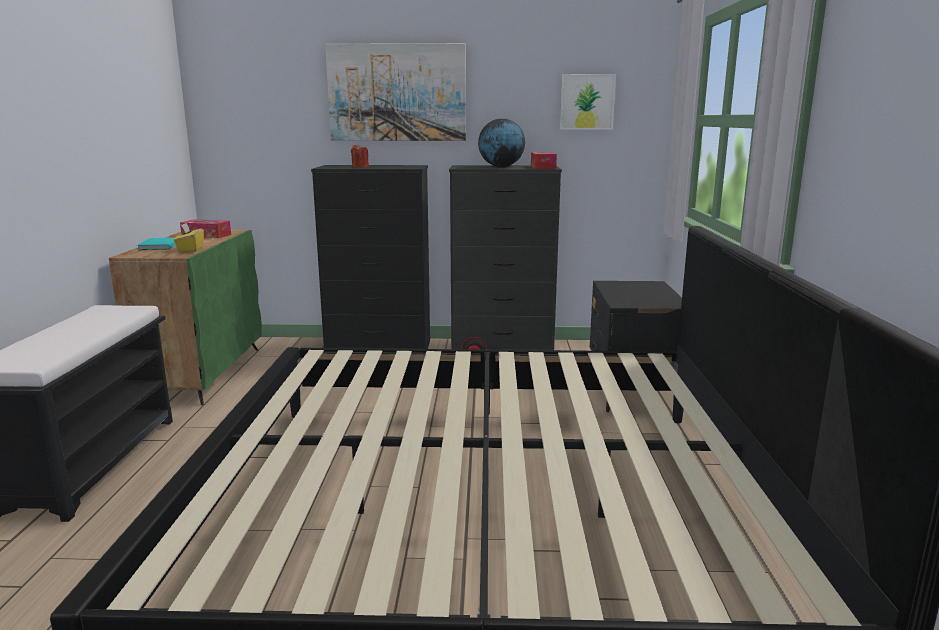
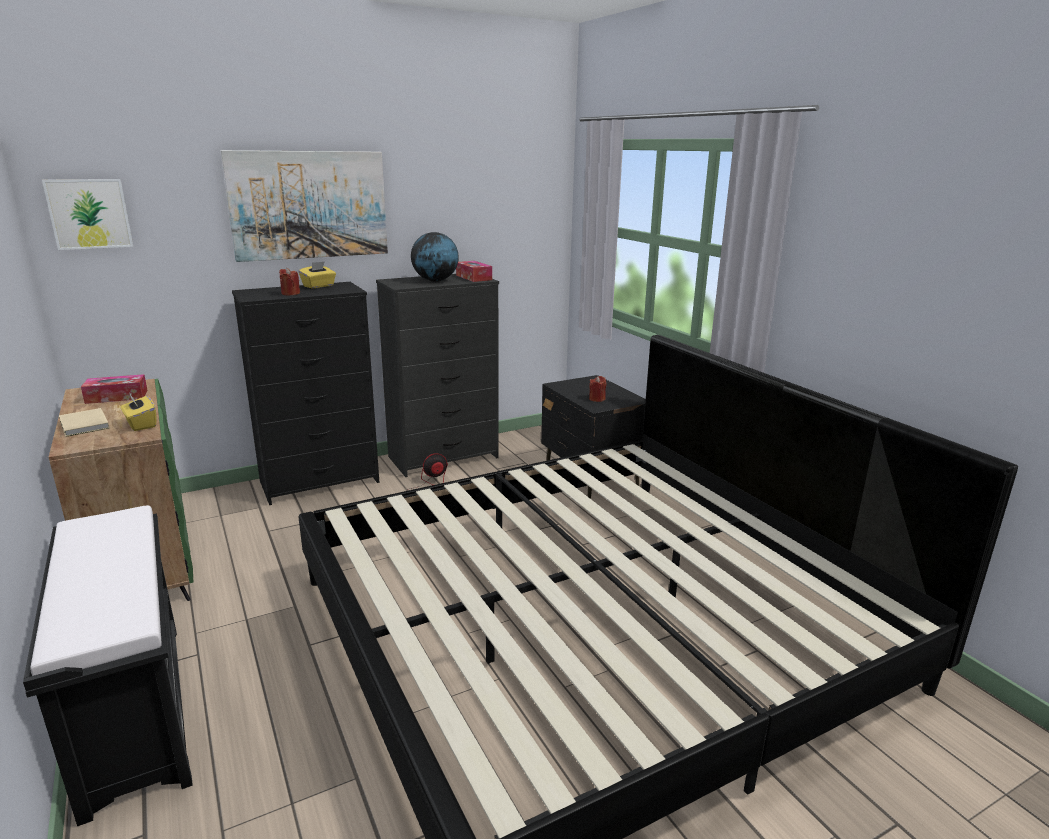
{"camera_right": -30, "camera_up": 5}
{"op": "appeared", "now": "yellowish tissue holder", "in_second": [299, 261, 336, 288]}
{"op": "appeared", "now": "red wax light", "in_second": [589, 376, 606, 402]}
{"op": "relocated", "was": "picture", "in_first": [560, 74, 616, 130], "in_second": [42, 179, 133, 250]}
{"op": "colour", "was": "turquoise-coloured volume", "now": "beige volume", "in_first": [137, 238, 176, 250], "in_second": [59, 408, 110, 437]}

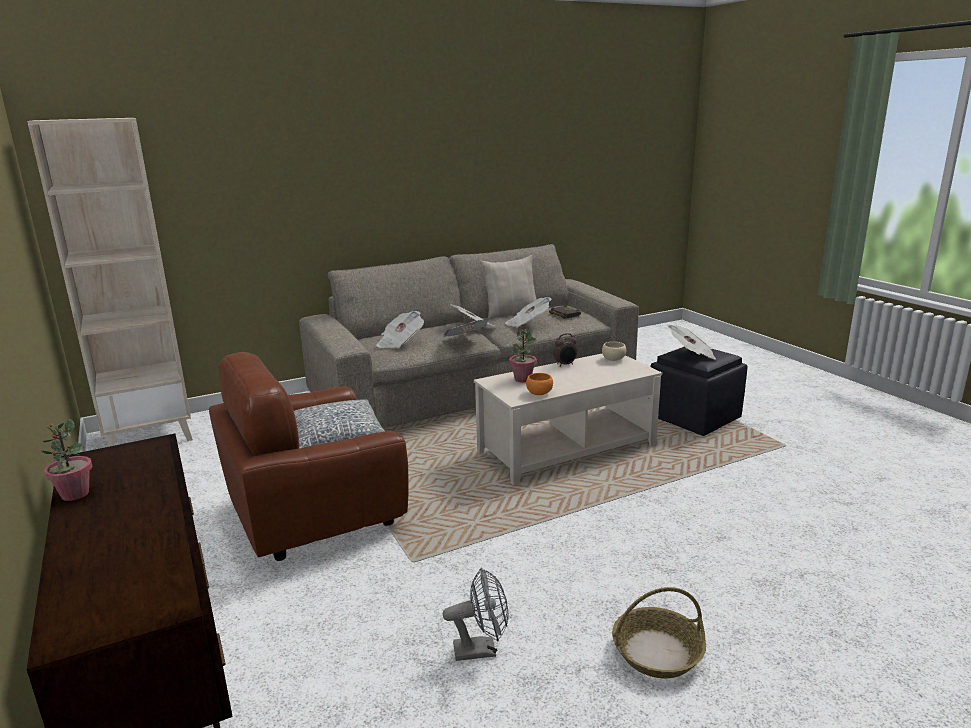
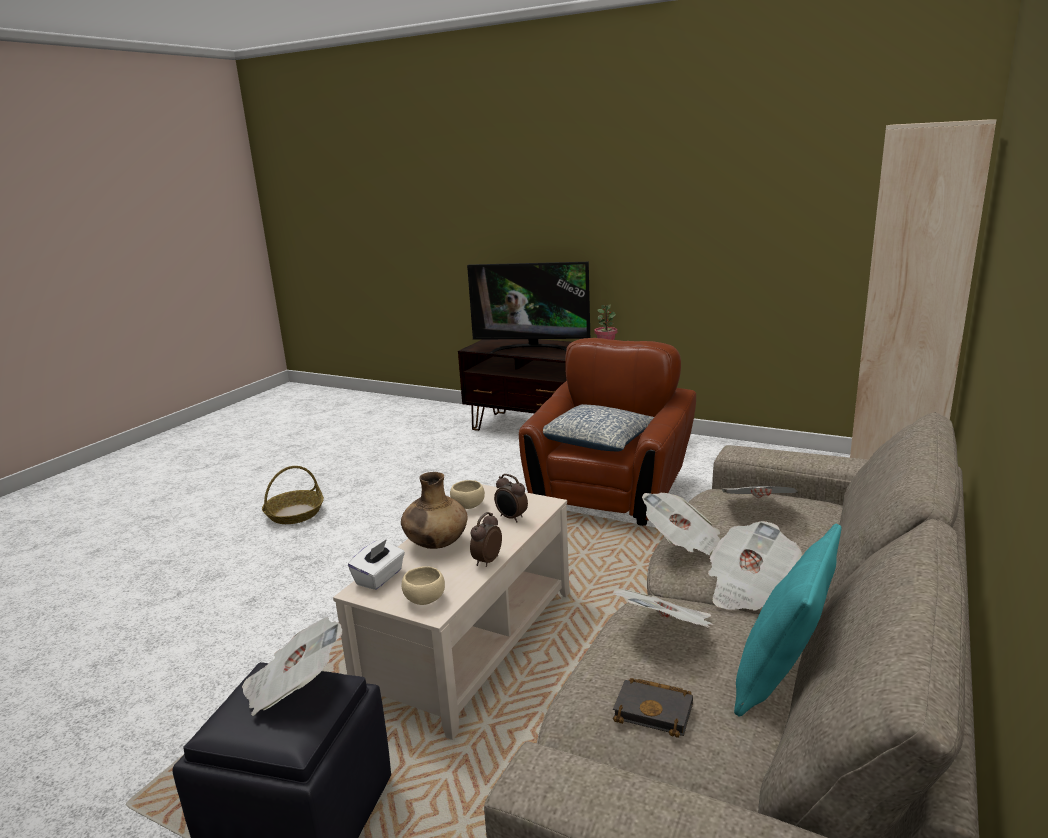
{"camera_right": 145, "camera_up": 0}
{"op": "missing", "was": "grey cooling fan", "in_first": [443, 568, 509, 661]}
{"op": "appeared", "now": "white tissue holder", "in_second": [348, 539, 405, 590]}
{"op": "appeared", "now": "brownish decorative vase", "in_second": [401, 472, 468, 549]}
{"op": "appeared", "now": "TV", "in_second": [467, 262, 590, 353]}
{"op": "exchanged", "was": "houseplant", "now": "bedside clock", "in_first": [509, 329, 537, 382], "in_second": [494, 474, 528, 522]}
{"op": "colour", "was": "beige throw pillow", "now": "turquoise-coloured throw pillow", "in_first": [479, 255, 537, 319], "in_second": [734, 524, 841, 717]}
{"op": "colour", "was": "orange serving bowl", "now": "beige serving bowl", "in_first": [526, 373, 553, 395], "in_second": [450, 480, 485, 509]}

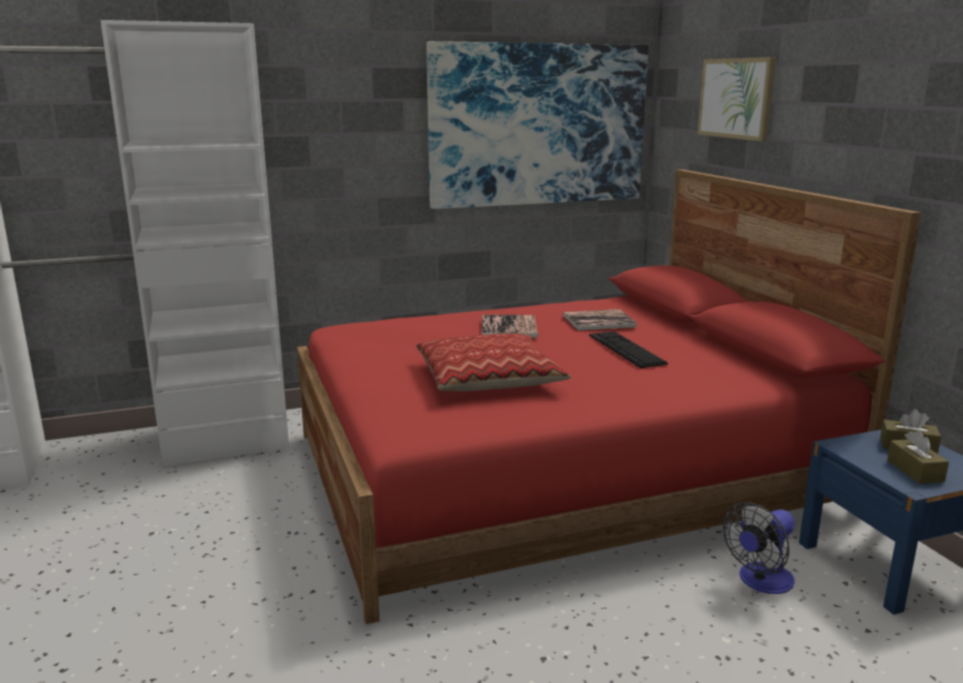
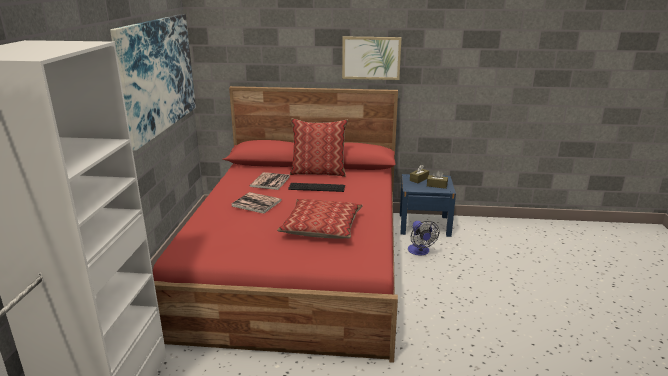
{"camera_right": -65, "camera_up": 5}
{"op": "appeared", "now": "throw pillow", "in_second": [290, 119, 348, 177]}
{"op": "relocated", "was": "picture", "in_first": [697, 57, 776, 141], "in_second": [342, 37, 402, 80]}

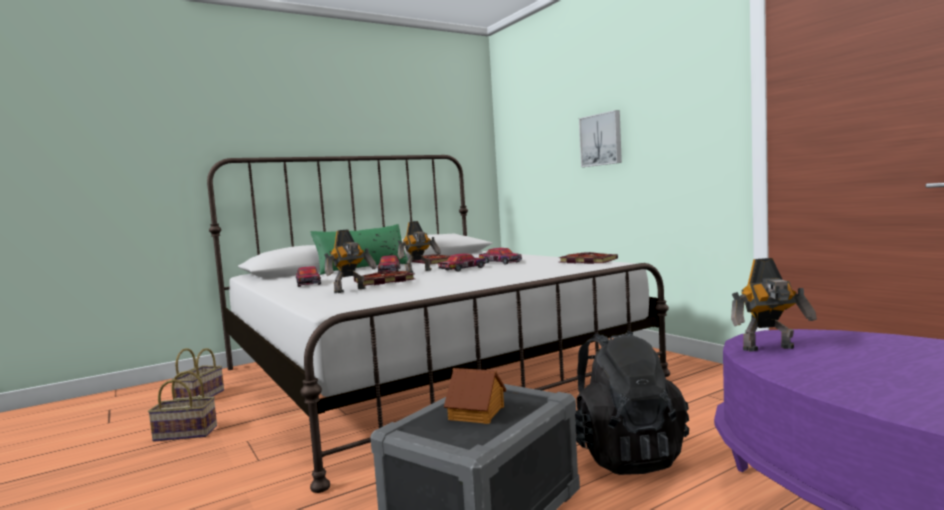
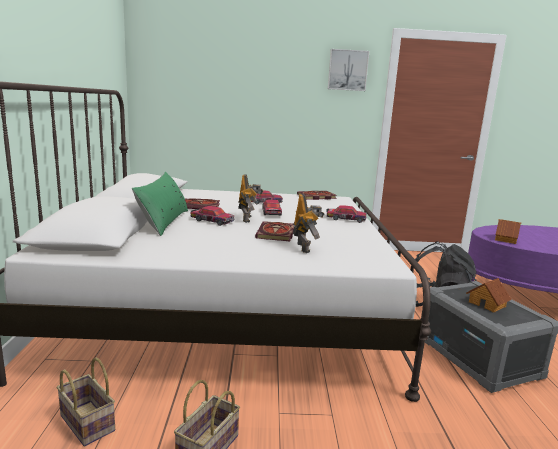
{"camera_right": -60, "camera_up": 10}
{"op": "relocated", "was": "miniature car", "in_first": [296, 266, 321, 287], "in_second": [326, 205, 366, 223]}
{"op": "relocated", "was": "picture", "in_first": [579, 110, 622, 167], "in_second": [328, 49, 369, 91]}
{"op": "exchanged", "was": "model robot", "now": "model house", "in_first": [731, 258, 817, 352], "in_second": [495, 219, 521, 244]}

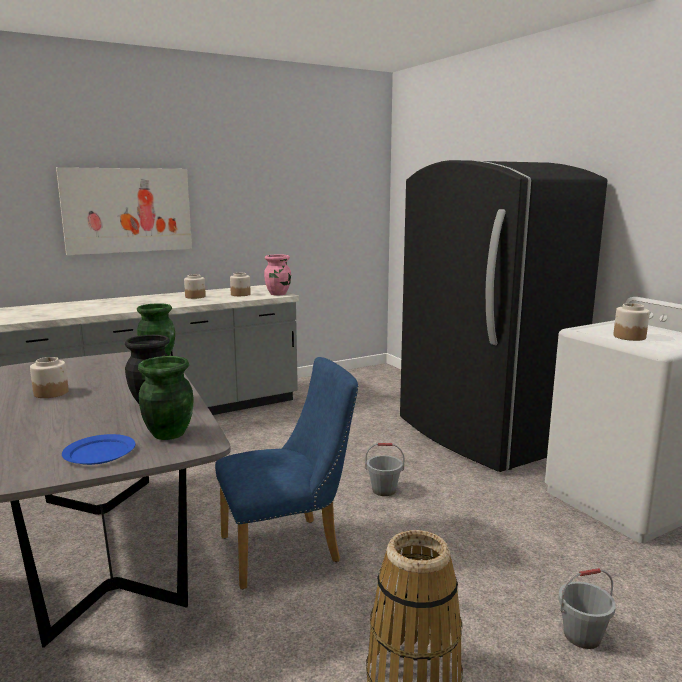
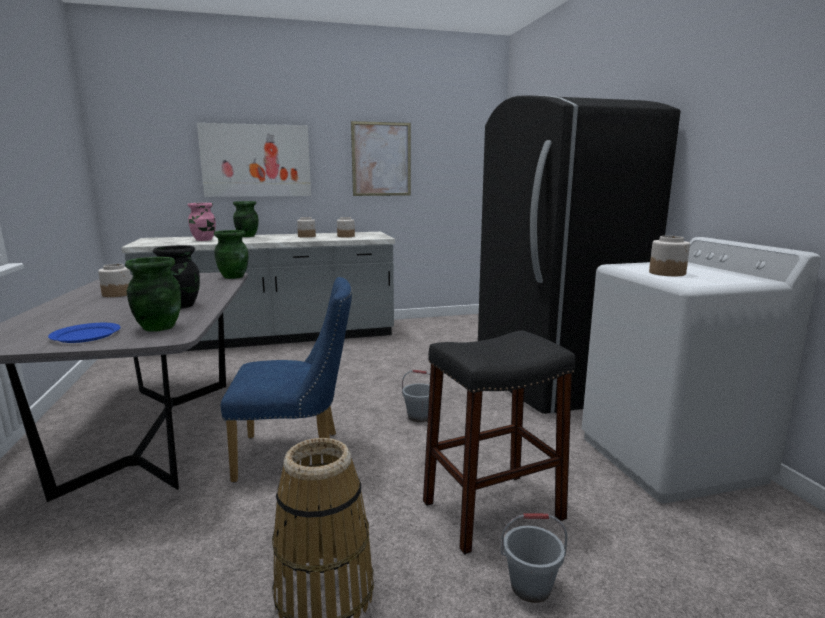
{"camera_right": 15, "camera_up": 0}
{"op": "appeared", "now": "green decorative vase", "in_second": [233, 201, 259, 237]}
{"op": "appeared", "now": "picture", "in_second": [351, 121, 411, 196]}
{"op": "appeared", "now": "blackish sitting stool", "in_second": [423, 330, 575, 554]}
{"op": "relocated", "was": "pinkish decorative vase", "in_first": [264, 254, 291, 296], "in_second": [188, 203, 216, 241]}

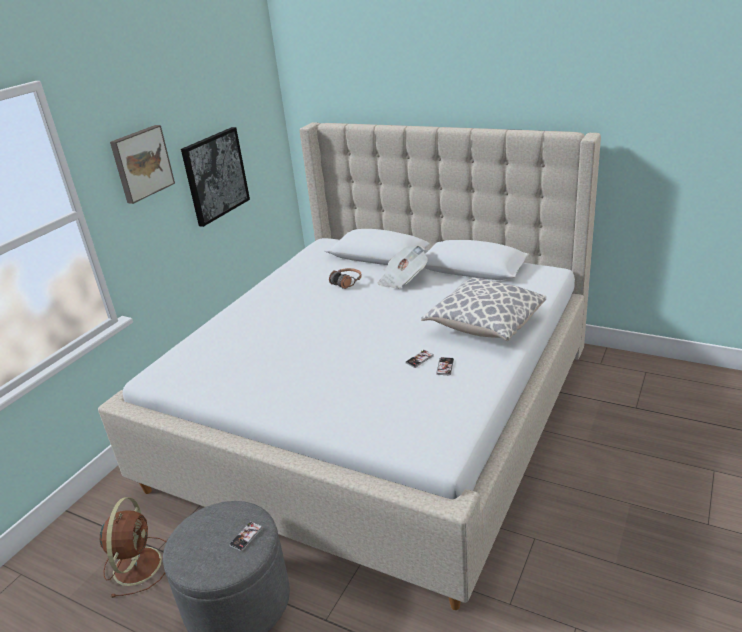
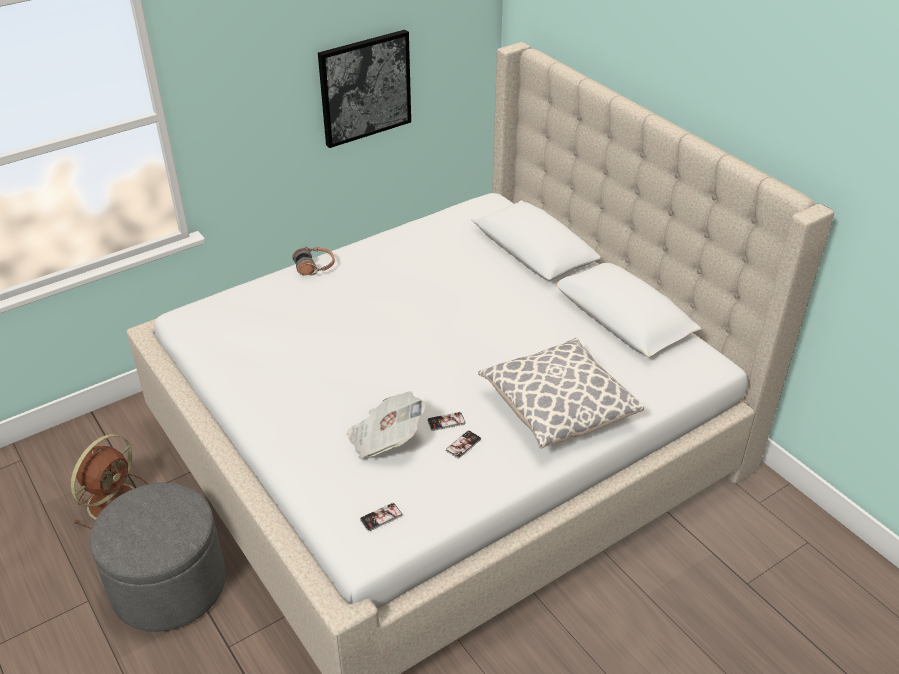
{"camera_right": 25, "camera_up": 10}
{"op": "missing", "was": "picture", "in_first": [110, 125, 175, 204]}
{"op": "relocated", "was": "phone", "in_first": [229, 521, 263, 551], "in_second": [360, 503, 402, 531]}
{"op": "relocated", "was": "pair of headphones", "in_first": [329, 268, 362, 289], "in_second": [292, 247, 335, 275]}
{"op": "relocated", "was": "daily paper", "in_first": [378, 245, 428, 289], "in_second": [347, 391, 426, 459]}

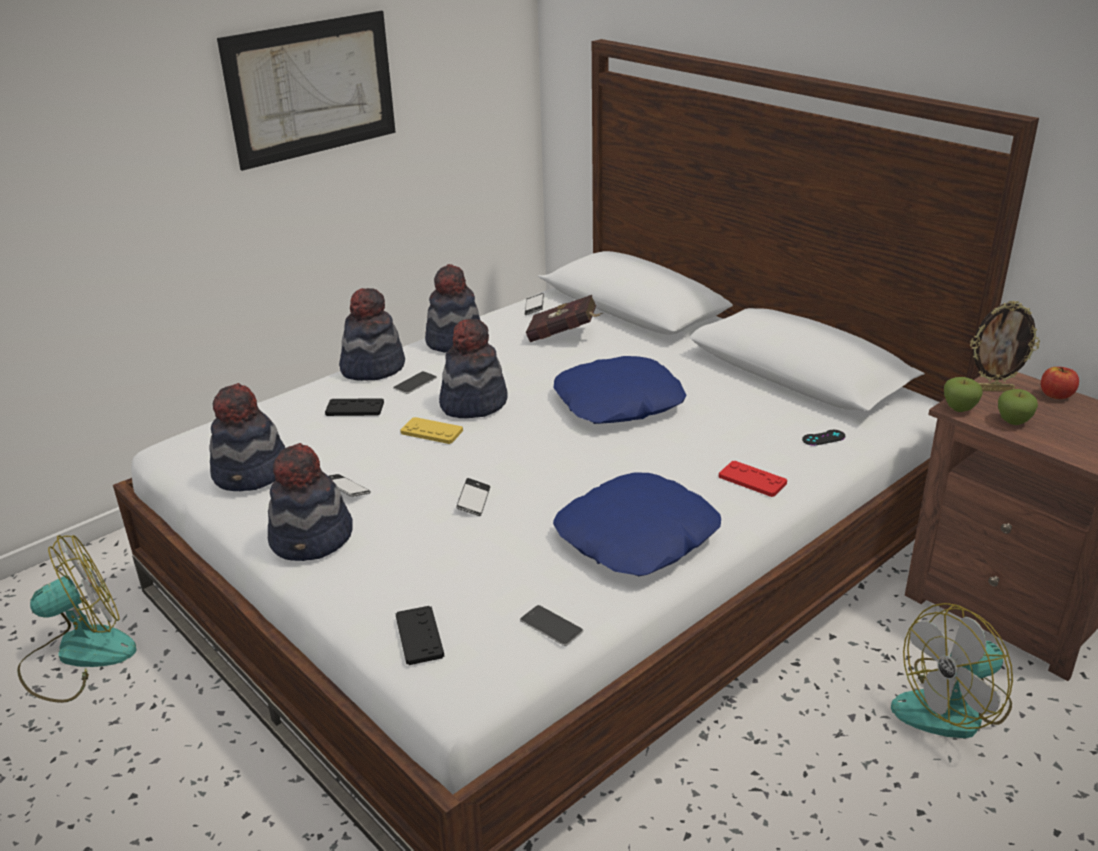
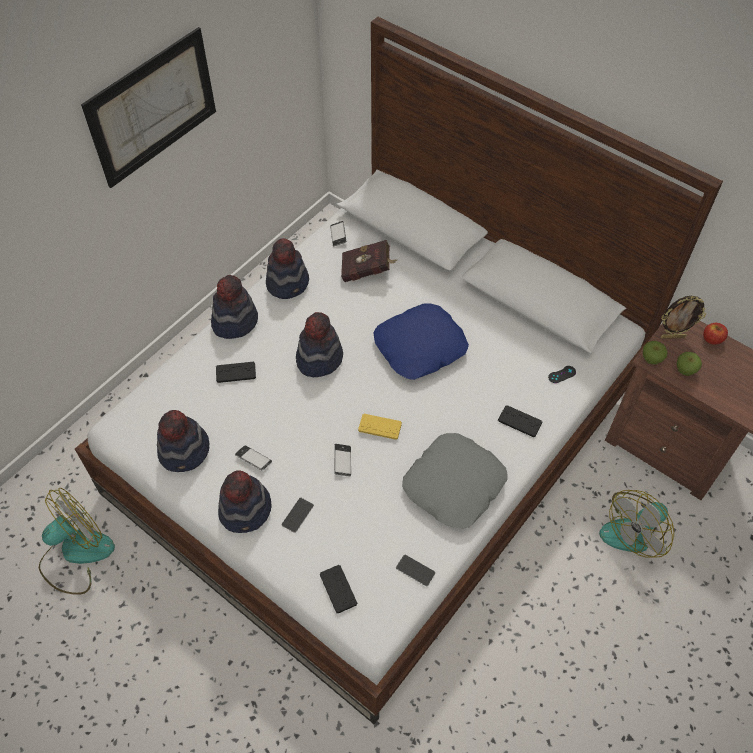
{"camera_right": -10, "camera_up": 25}
{"op": "relocated", "was": "phone", "in_first": [393, 371, 437, 394], "in_second": [281, 498, 314, 533]}
{"op": "relocated", "was": "yellowish game controller", "in_first": [400, 417, 463, 444], "in_second": [358, 414, 402, 440]}
{"op": "colour", "was": "blue-coloured throw pillow", "now": "grey throw pillow", "in_first": [553, 473, 721, 577], "in_second": [402, 433, 508, 529]}
{"op": "colour", "was": "red game controller", "now": "blackish game controller", "in_first": [719, 460, 787, 497], "in_second": [498, 405, 542, 437]}

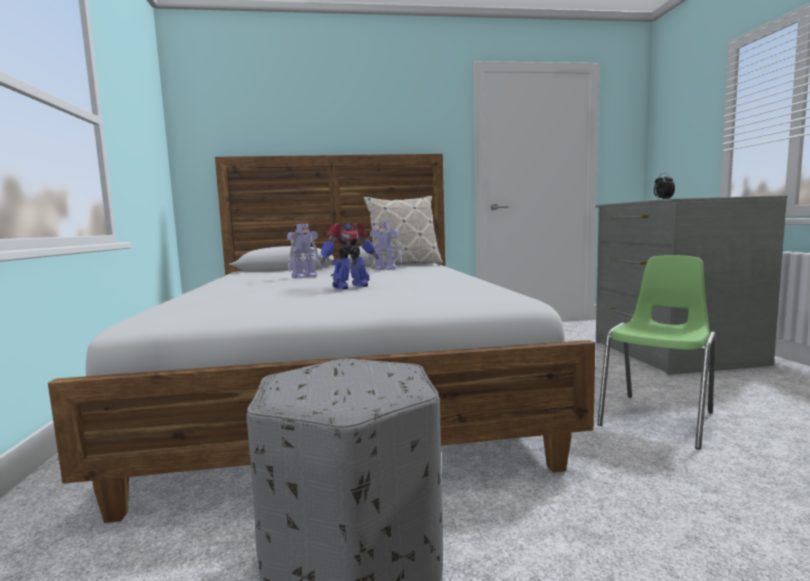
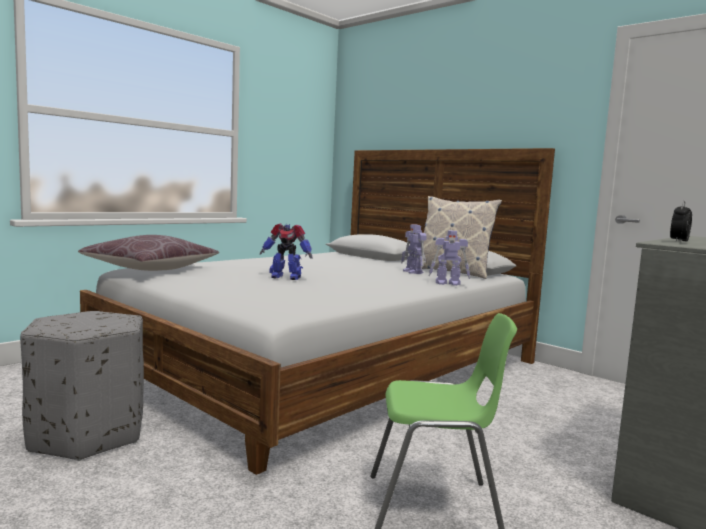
{"camera_right": 50, "camera_up": 0}
{"op": "appeared", "now": "brownish throw pillow", "in_second": [78, 235, 219, 271]}
{"op": "relocated", "was": "model robot", "in_first": [287, 223, 324, 278], "in_second": [429, 230, 470, 286]}

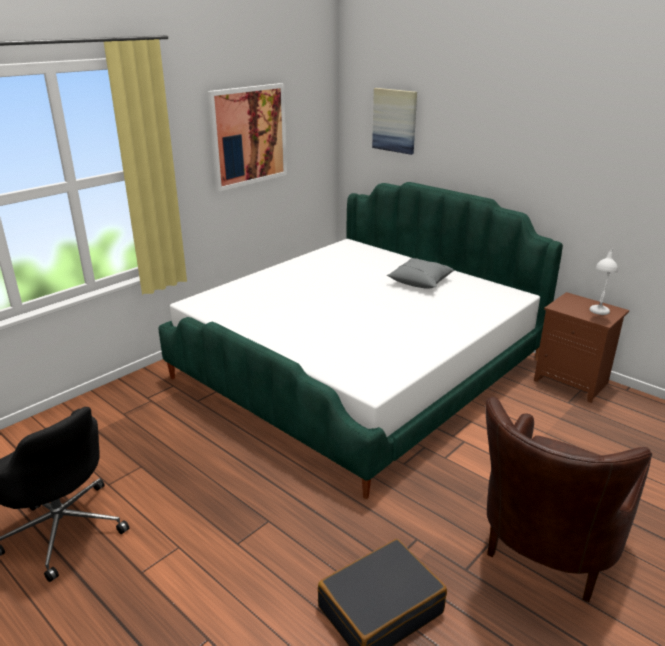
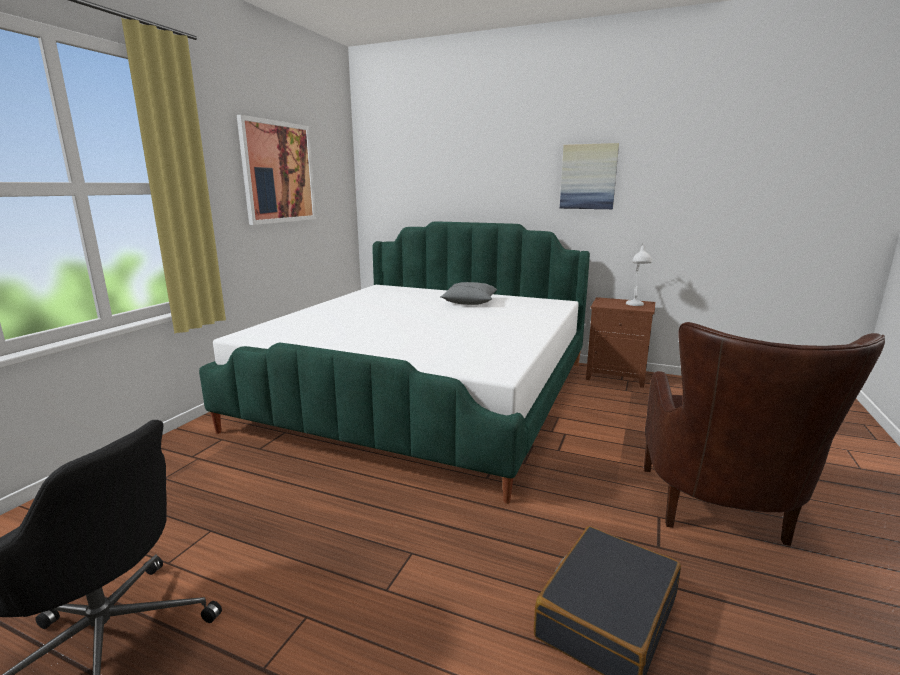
{"camera_right": -20, "camera_up": -10}
{"op": "relocated", "was": "picture", "in_first": [372, 88, 417, 155], "in_second": [560, 143, 619, 209]}

